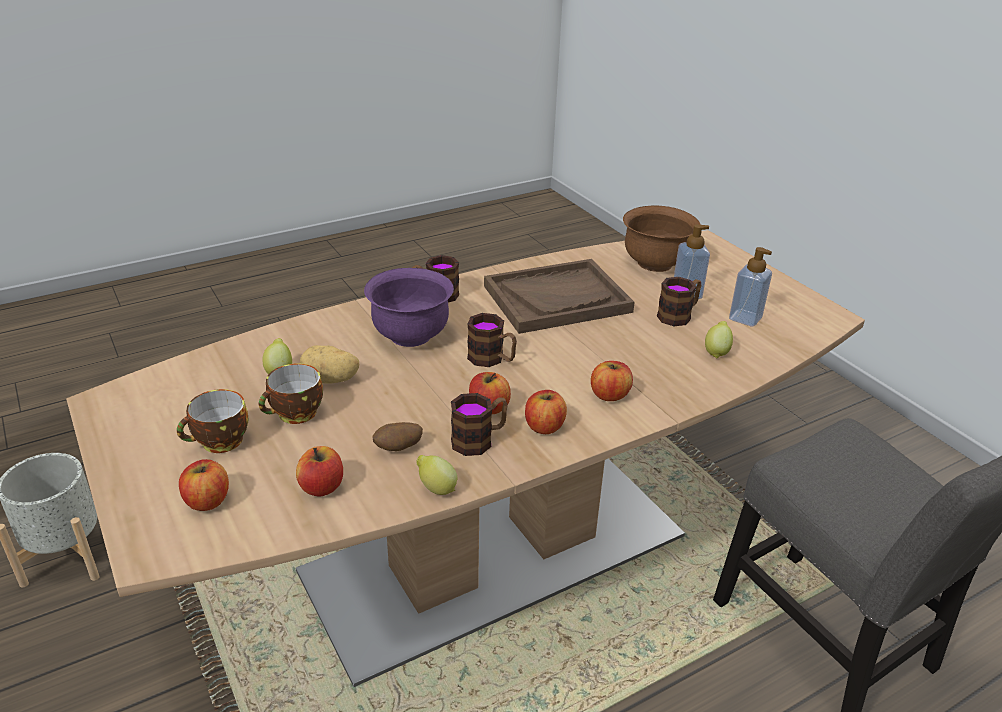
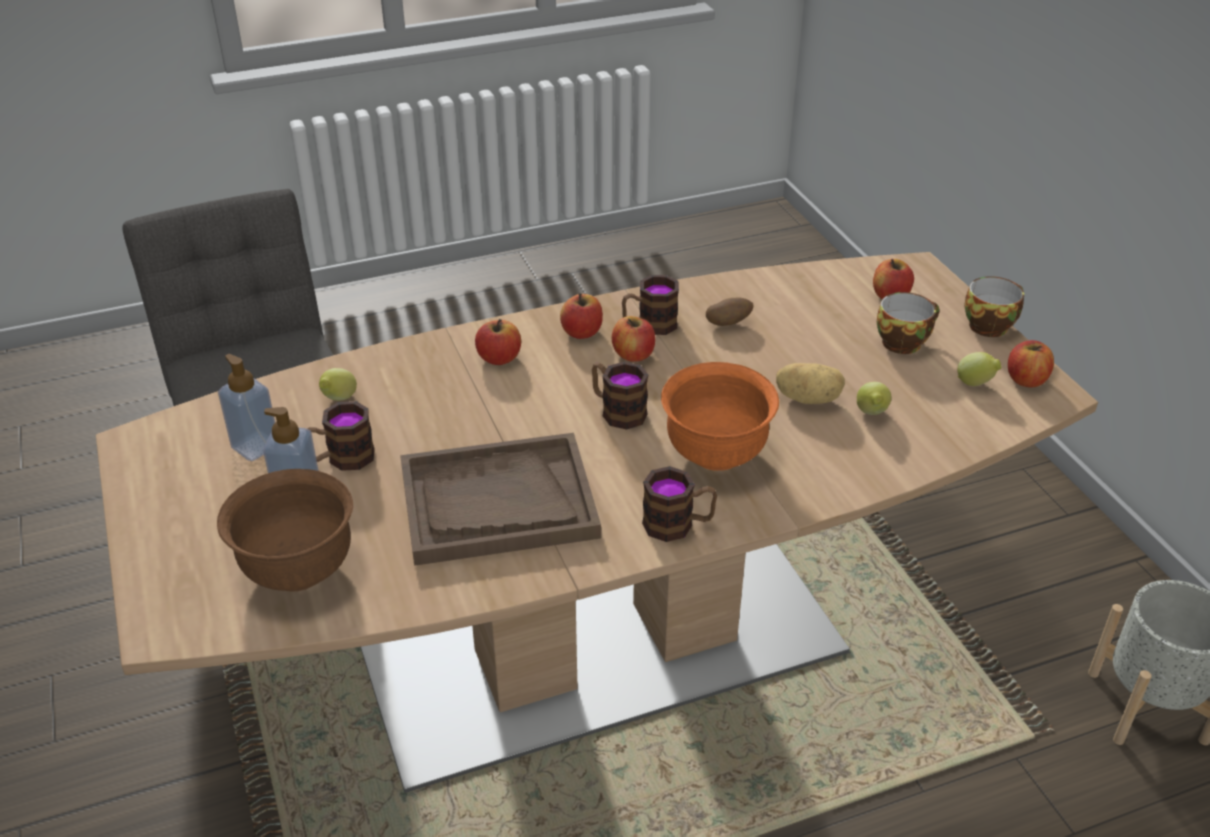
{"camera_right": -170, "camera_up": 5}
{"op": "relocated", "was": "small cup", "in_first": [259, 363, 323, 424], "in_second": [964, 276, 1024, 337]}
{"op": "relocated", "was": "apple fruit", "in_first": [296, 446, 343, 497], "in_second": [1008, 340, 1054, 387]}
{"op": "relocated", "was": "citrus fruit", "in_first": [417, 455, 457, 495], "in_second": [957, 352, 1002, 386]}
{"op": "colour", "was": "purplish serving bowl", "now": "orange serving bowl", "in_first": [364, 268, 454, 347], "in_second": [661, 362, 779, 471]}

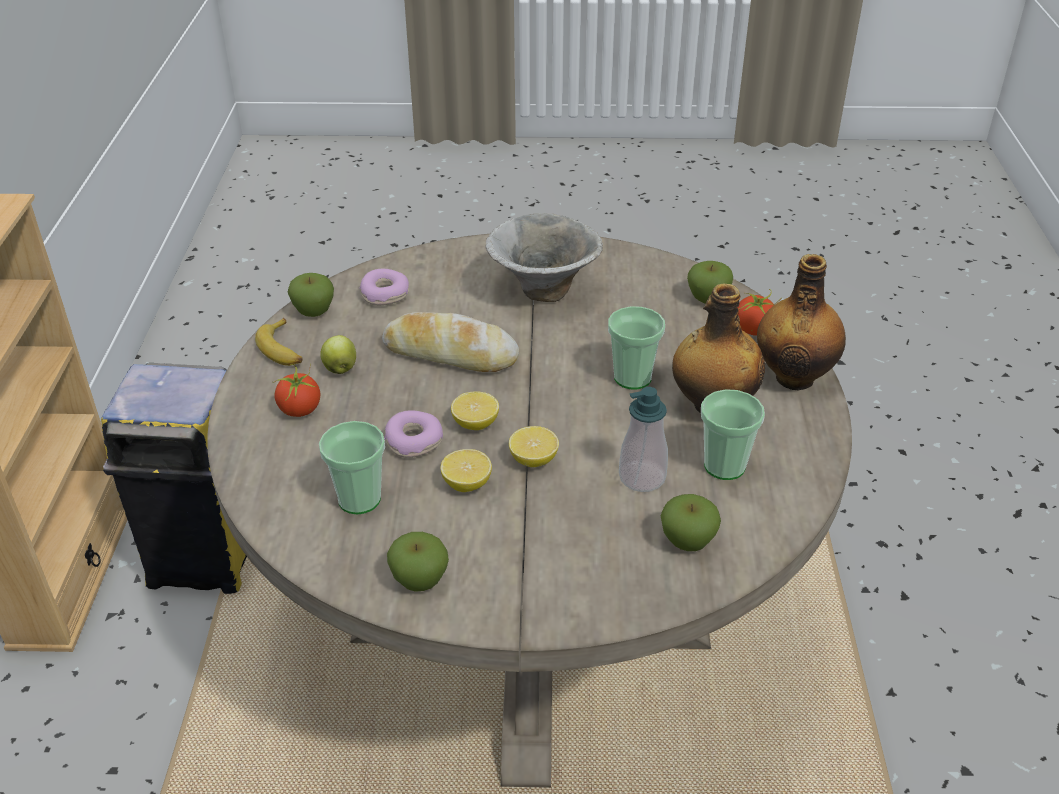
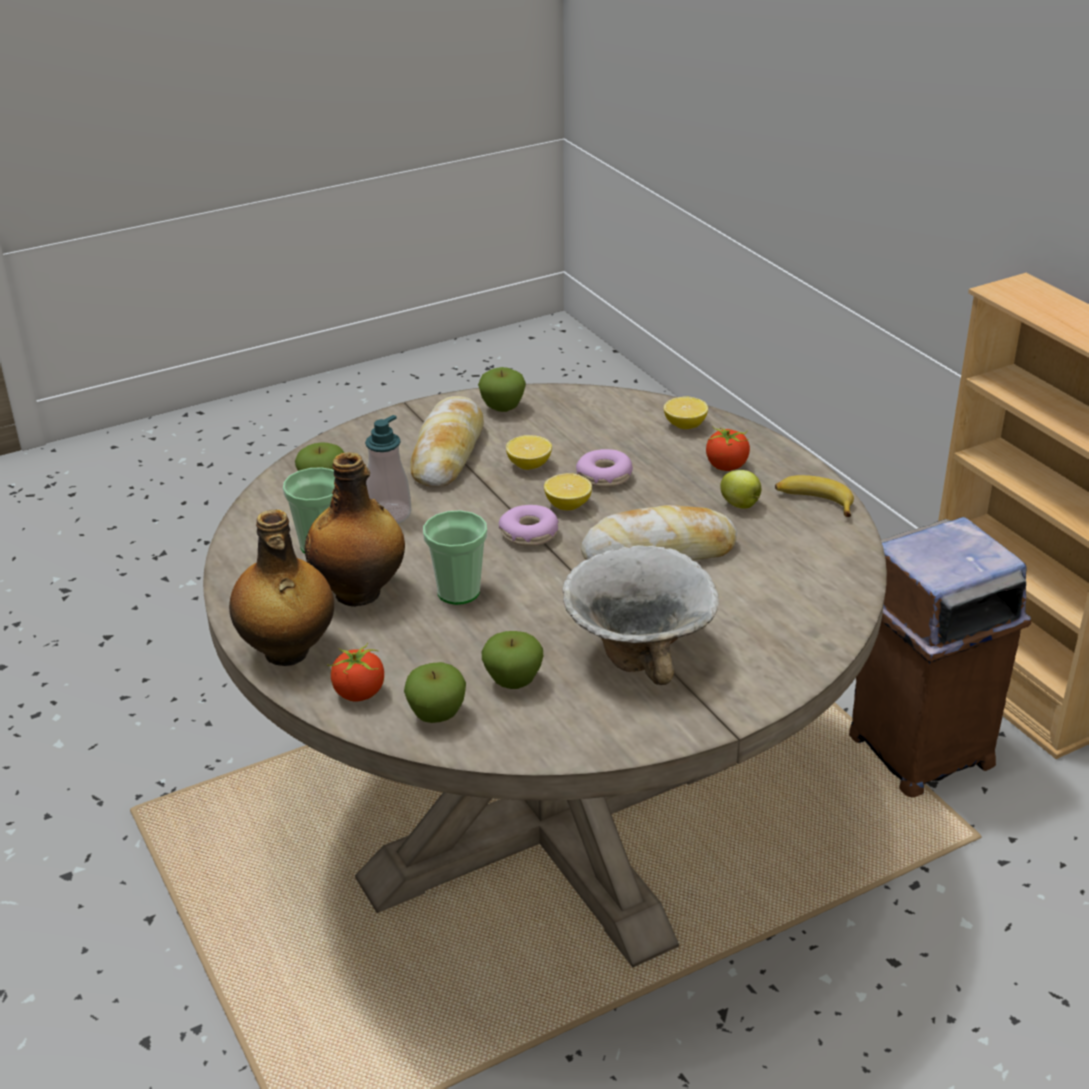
{"camera_right": 150, "camera_up": -5}
{"op": "missing", "was": "small cup", "in_first": [319, 421, 385, 514]}
{"op": "appeared", "now": "bakery bread", "in_second": [410, 396, 484, 487]}
{"op": "relocated", "was": "apple fruit", "in_first": [288, 273, 334, 317], "in_second": [482, 631, 543, 689]}
{"op": "relocated", "was": "ring doughnut", "in_first": [359, 269, 409, 306], "in_second": [499, 505, 559, 547]}
{"op": "relocated", "was": "citrus fruit", "in_first": [509, 426, 559, 467], "in_second": [664, 397, 708, 429]}
{"op": "colour", "was": "yellowish trash can", "now": "brownish trash can", "in_first": [101, 363, 247, 594], "in_second": [849, 517, 1031, 797]}

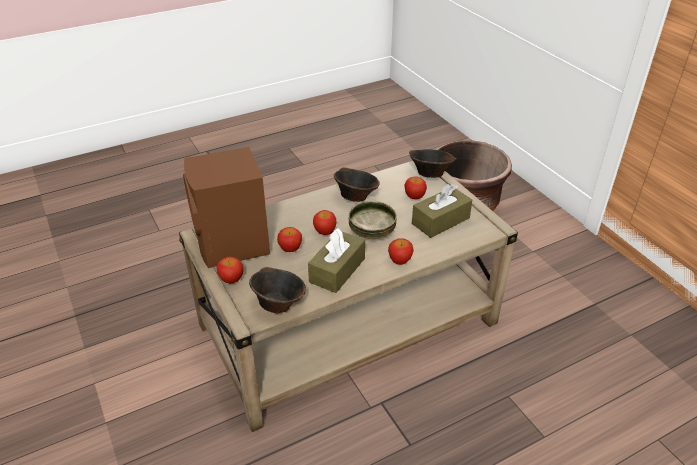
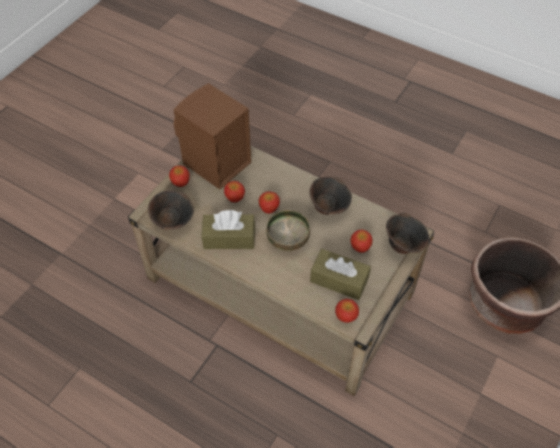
{"camera_right": 60, "camera_up": 15}
{"op": "relocated", "was": "apple fruit", "in_first": [388, 238, 414, 265], "in_second": [335, 299, 359, 323]}

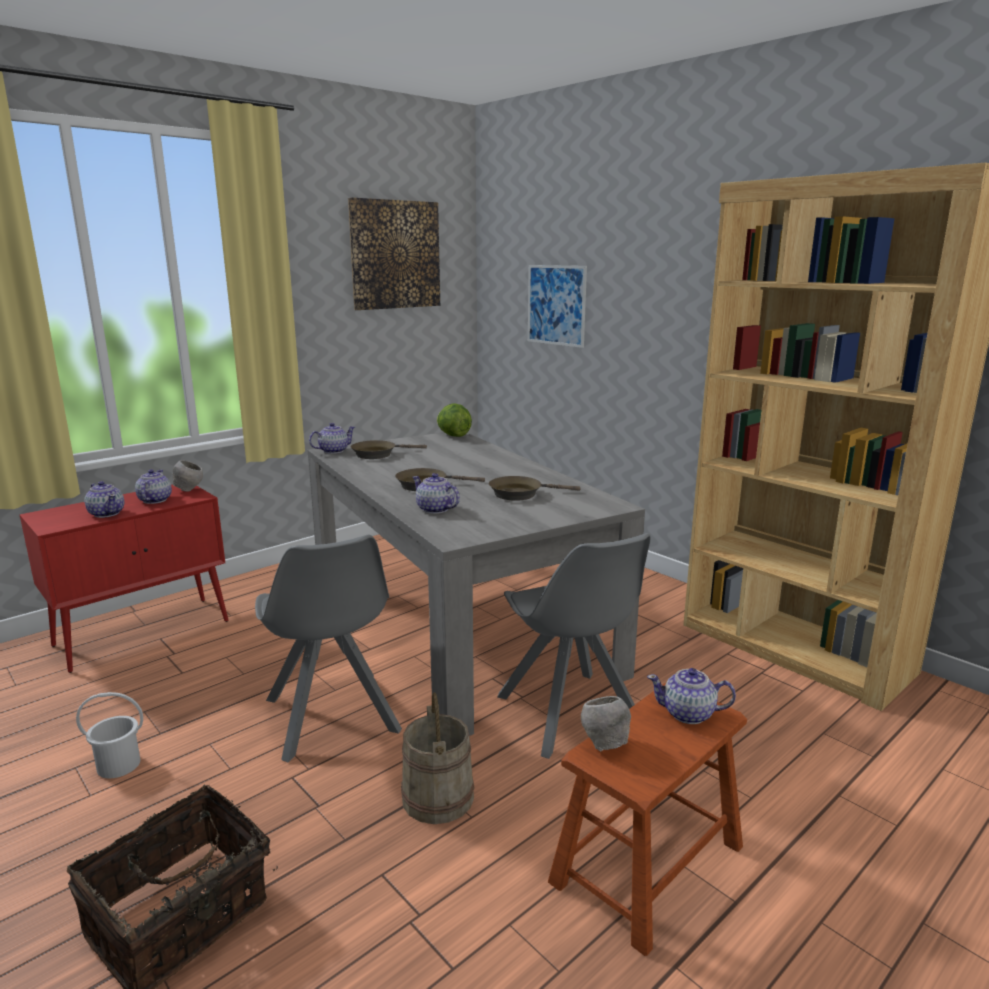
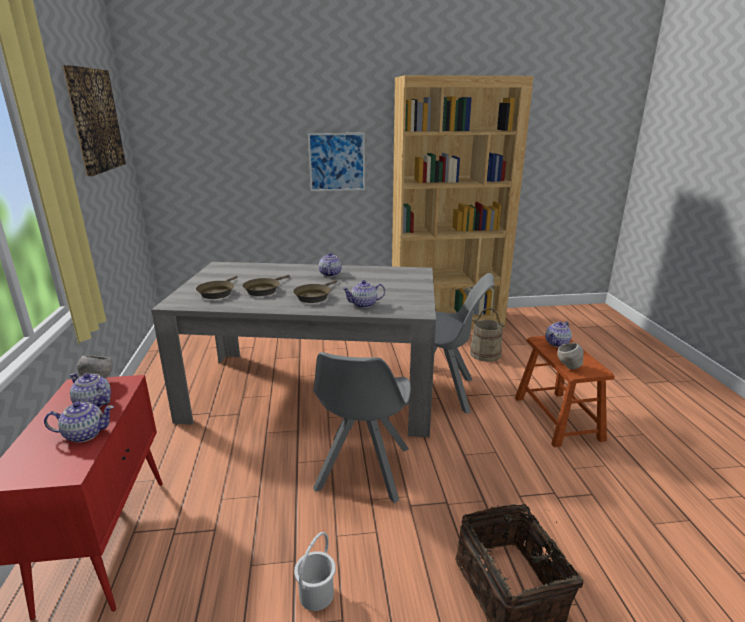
{"camera_right": -55, "camera_up": 5}
{"op": "missing", "was": "lettuce head", "in_first": [437, 403, 472, 437]}
{"op": "relocated", "was": "pot for tea", "in_first": [309, 423, 355, 454], "in_second": [319, 253, 341, 277]}
{"op": "relocated", "was": "beige pail", "in_first": [401, 692, 475, 824], "in_second": [470, 308, 505, 362]}
{"op": "relocated", "was": "brownish pan", "in_first": [488, 476, 581, 501], "in_second": [243, 275, 290, 296]}
{"op": "relocated", "was": "picture", "in_first": [528, 265, 587, 348], "in_second": [308, 133, 365, 191]}
{"op": "spun", "was": "grey chair", "in_first": [255, 535, 402, 762], "in_second": [313, 352, 411, 503], "clockwise": 90}

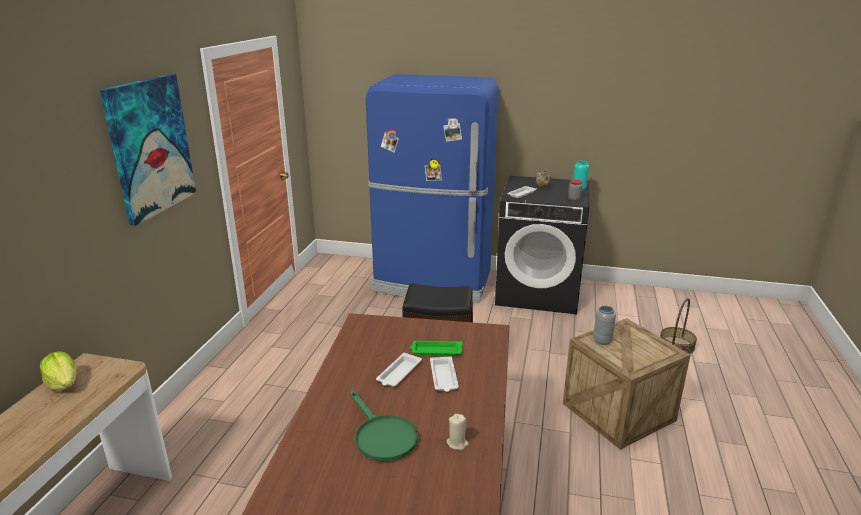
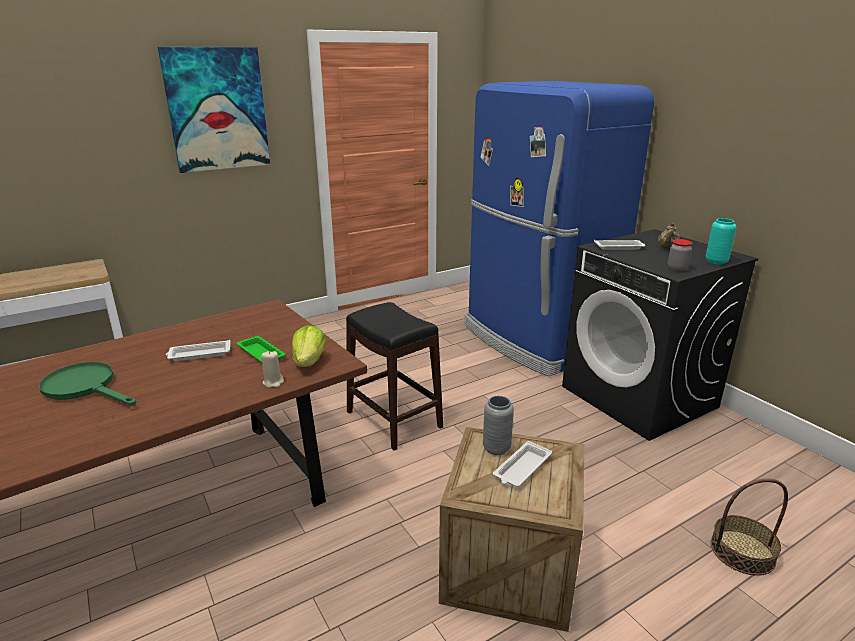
{"camera_right": 45, "camera_up": 0}
{"op": "relocated", "was": "lettuce head", "in_first": [40, 351, 77, 390], "in_second": [292, 325, 327, 367]}
{"op": "relocated", "was": "white serving tray", "in_first": [430, 357, 459, 392], "in_second": [493, 441, 552, 487]}
{"op": "relocated", "was": "beige wax light", "in_first": [447, 414, 469, 450], "in_second": [261, 351, 284, 388]}
{"op": "spun", "was": "green pan", "in_first": [350, 391, 418, 462], "in_second": [39, 362, 136, 406], "clockwise": 105}

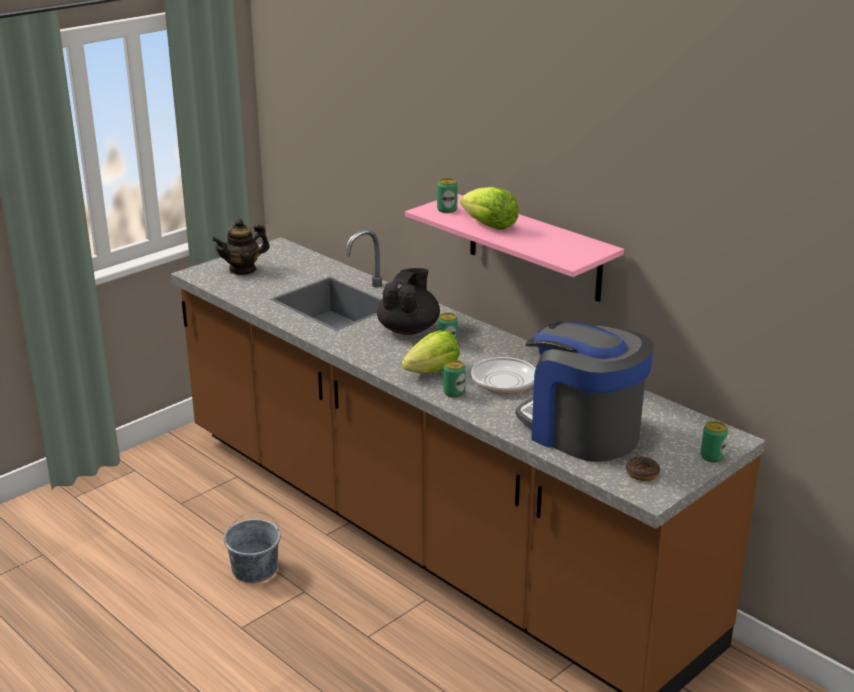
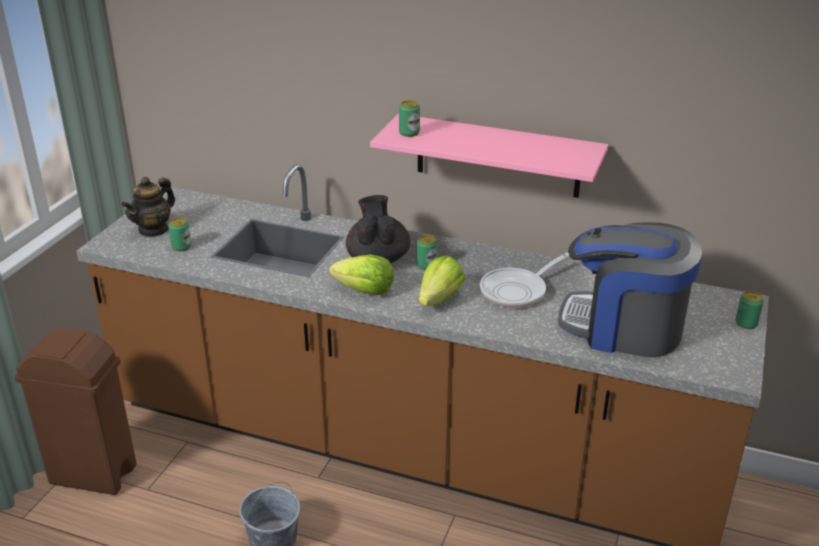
{"camera_right": -25, "camera_up": 5}
{"op": "missing", "was": "ring doughnut", "in_first": [626, 457, 660, 481]}
{"op": "appeared", "now": "brownish trash can", "in_second": [14, 328, 136, 495]}
{"op": "relocated", "was": "can", "in_first": [444, 360, 465, 398], "in_second": [168, 218, 191, 252]}
{"op": "relocated", "was": "lettuce head", "in_first": [460, 187, 518, 230], "in_second": [329, 254, 394, 295]}

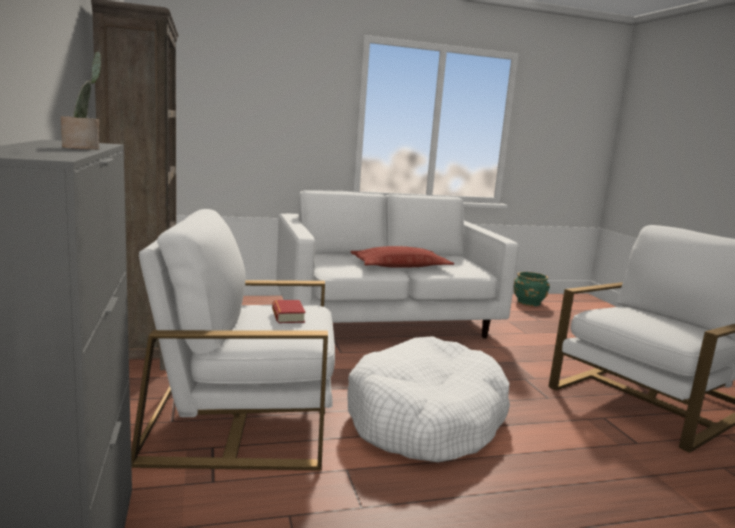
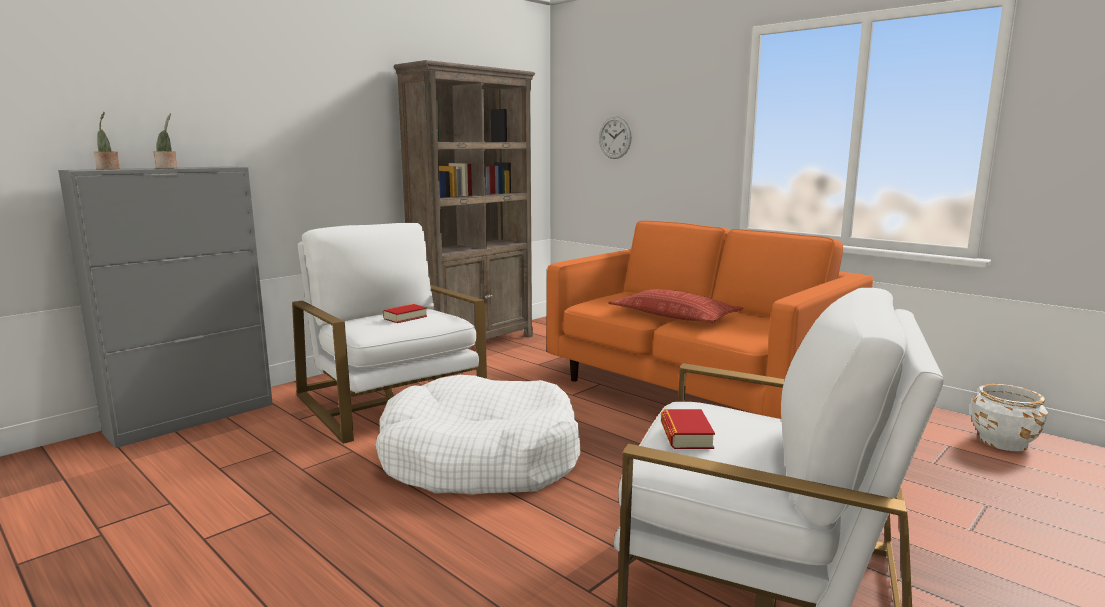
{"camera_right": 60, "camera_up": 0}
{"op": "appeared", "now": "houseplant", "in_second": [94, 112, 119, 170]}
{"op": "appeared", "now": "clock on the wall", "in_second": [599, 116, 632, 159]}
{"op": "appeared", "now": "volume", "in_second": [661, 409, 715, 449]}
{"op": "colour", "was": "white settee", "now": "orange settee", "in_first": [276, 190, 519, 338], "in_second": [547, 221, 873, 419]}
{"op": "colour", "was": "green flower pot", "now": "white flower pot", "in_first": [513, 272, 550, 306], "in_second": [972, 384, 1048, 451]}

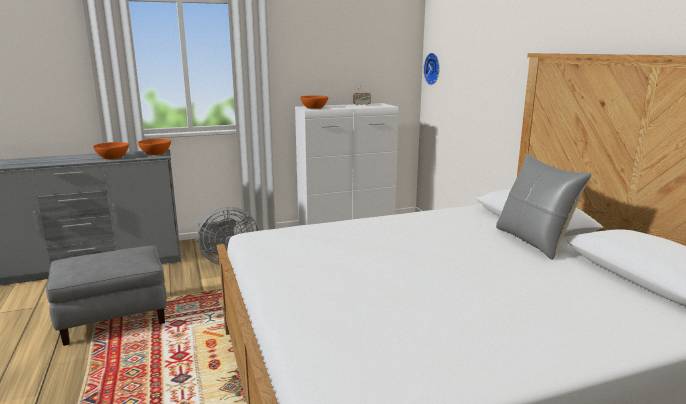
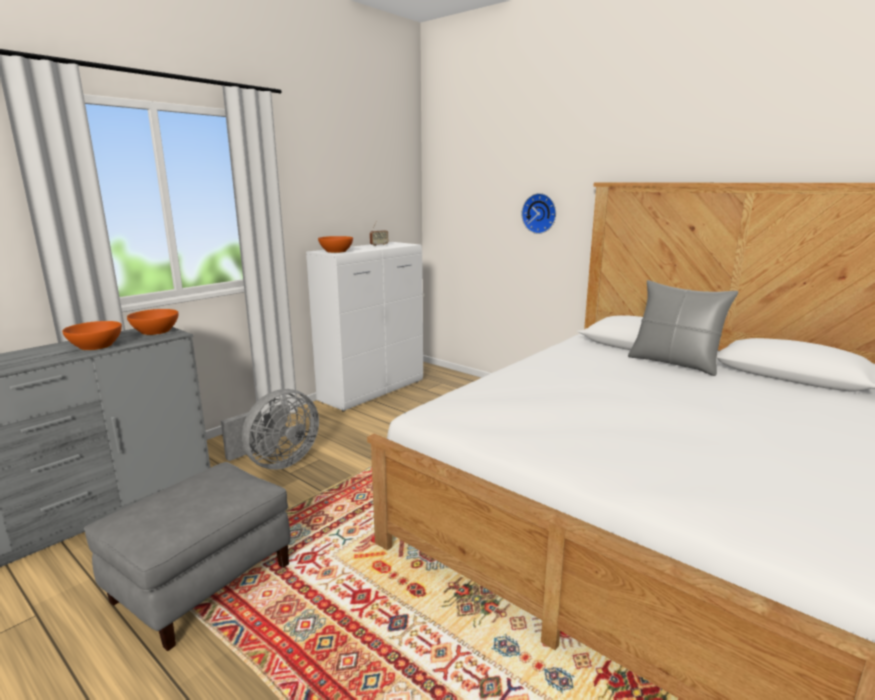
{"camera_right": -30, "camera_up": 0}
{"op": "relocated", "was": "clock on the wall", "in_first": [424, 53, 440, 85], "in_second": [521, 193, 556, 234]}

